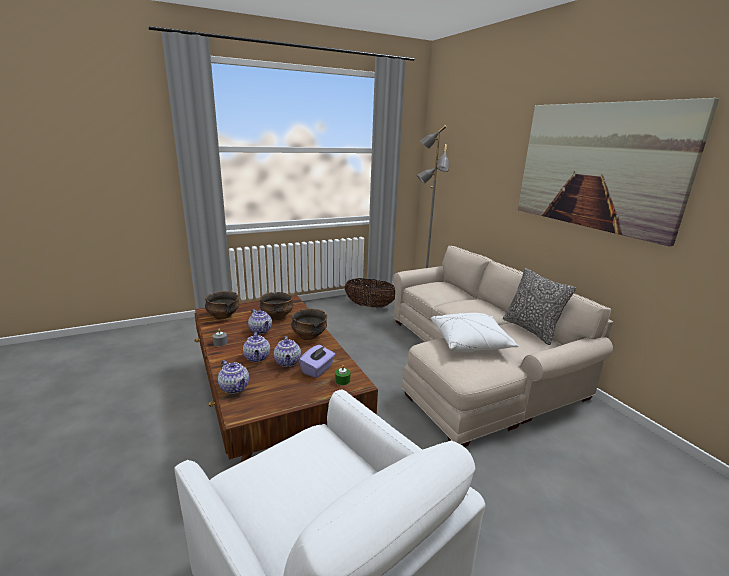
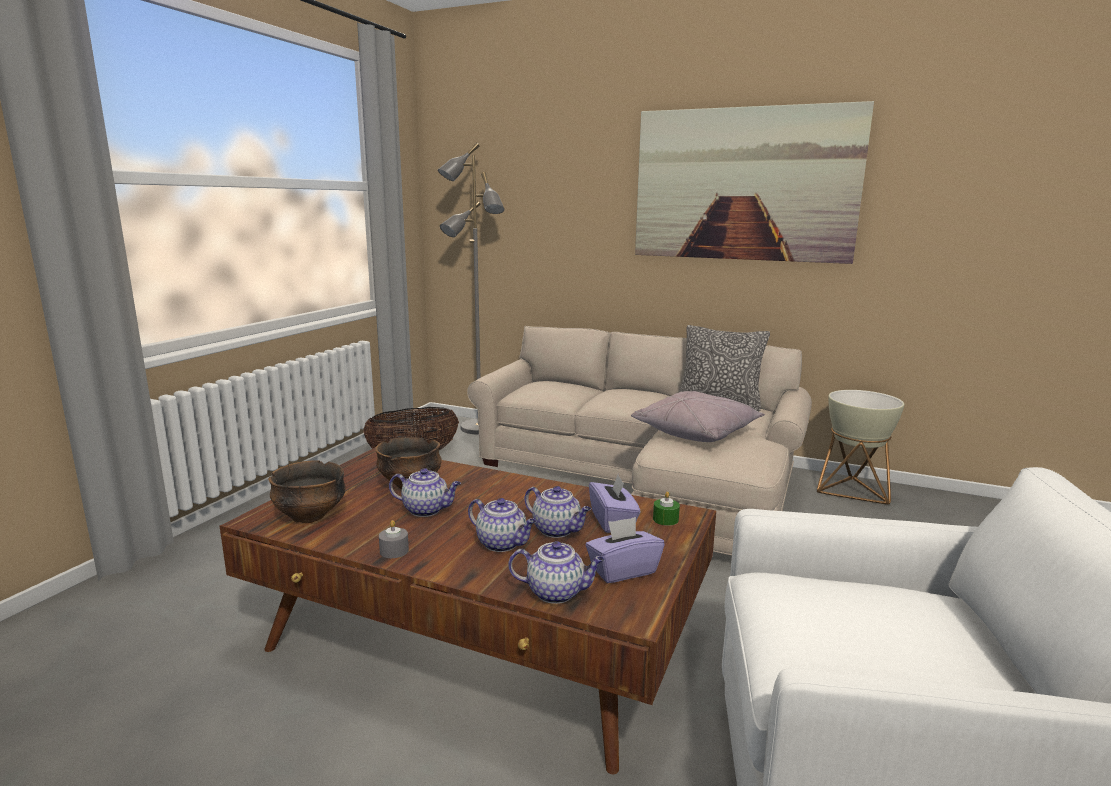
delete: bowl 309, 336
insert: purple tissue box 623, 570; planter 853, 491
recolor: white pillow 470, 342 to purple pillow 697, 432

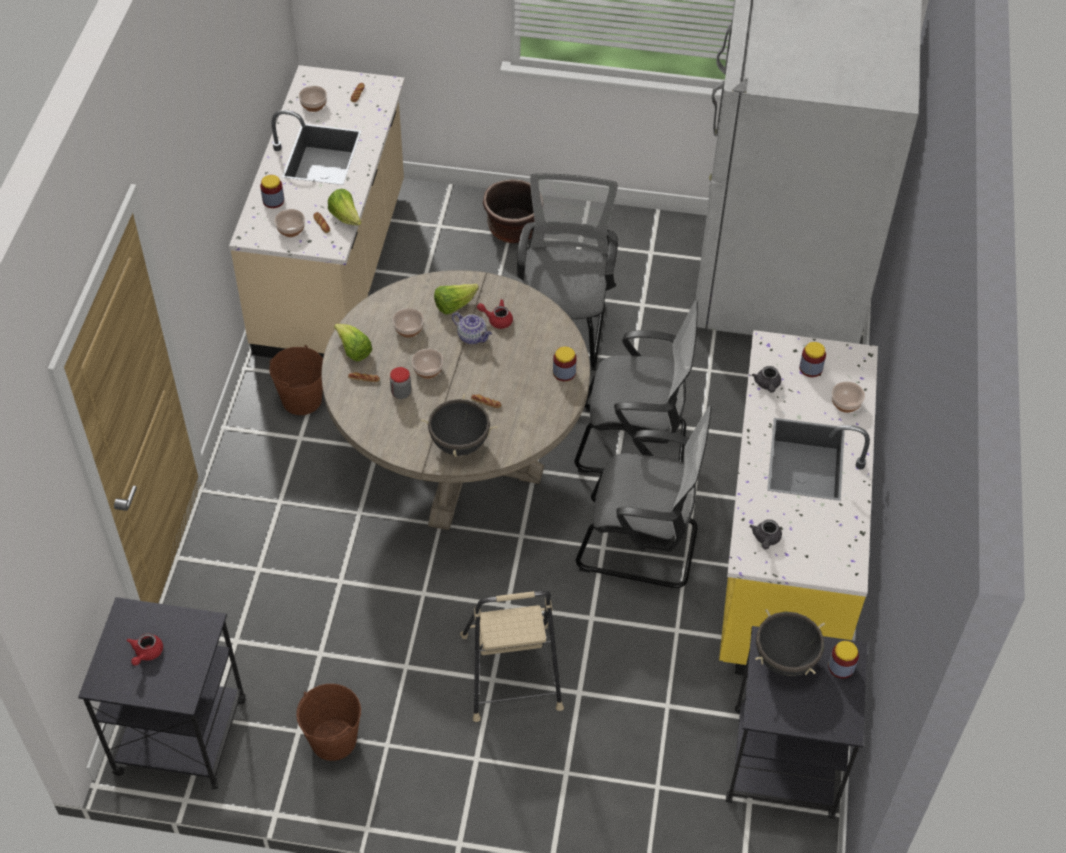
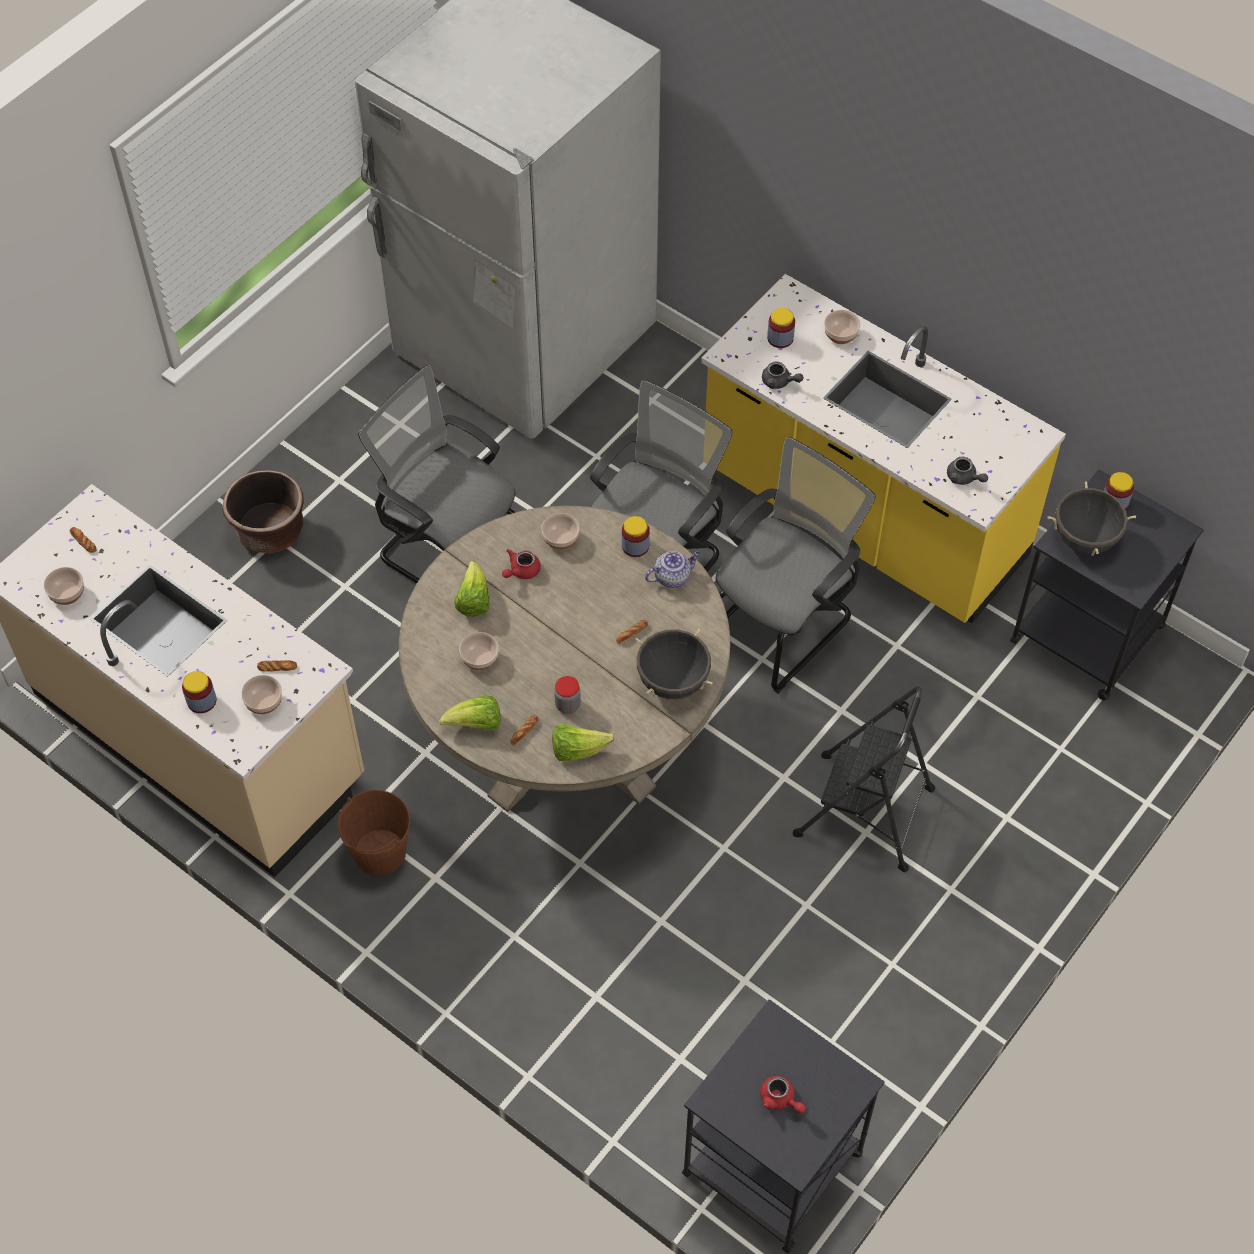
delete: brown bucket 333, 740
move: lettuce 346, 217 to 577, 750; bowl 427, 370 to 561, 539; teapot 473, 337 to 672, 577
recolor: beige step ladder 511, 674 to black step ladder 868, 812

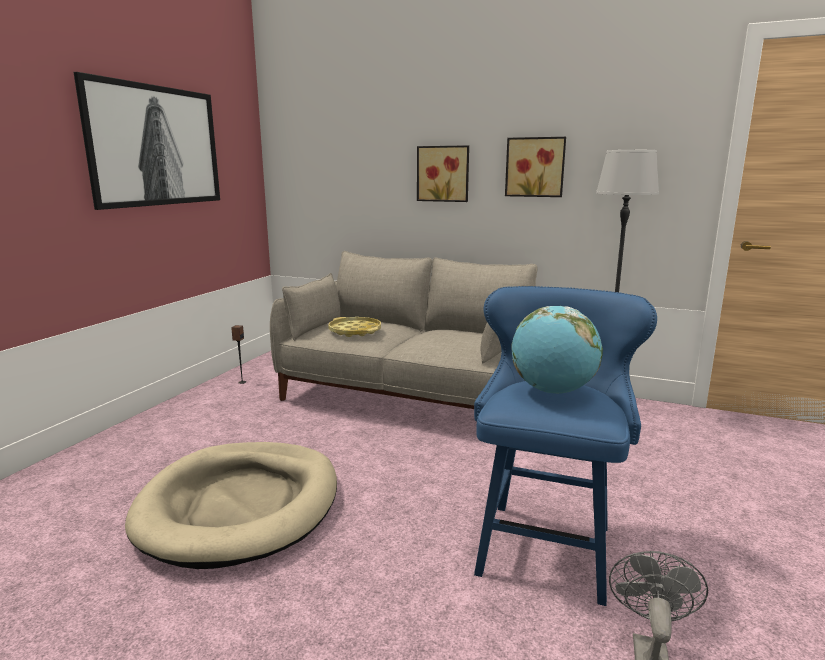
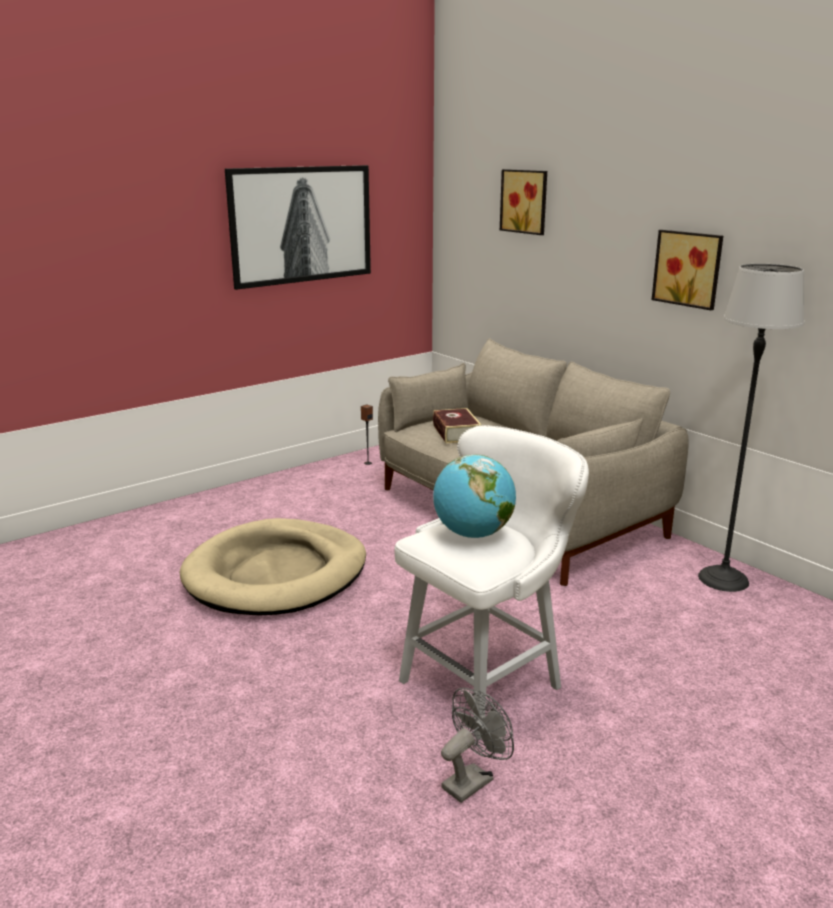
move: picture 443, 174 to 525, 201
replace: yellow tray 355, 331 to book 456, 433
recolor: blue stool 546, 544 to white stool 485, 681

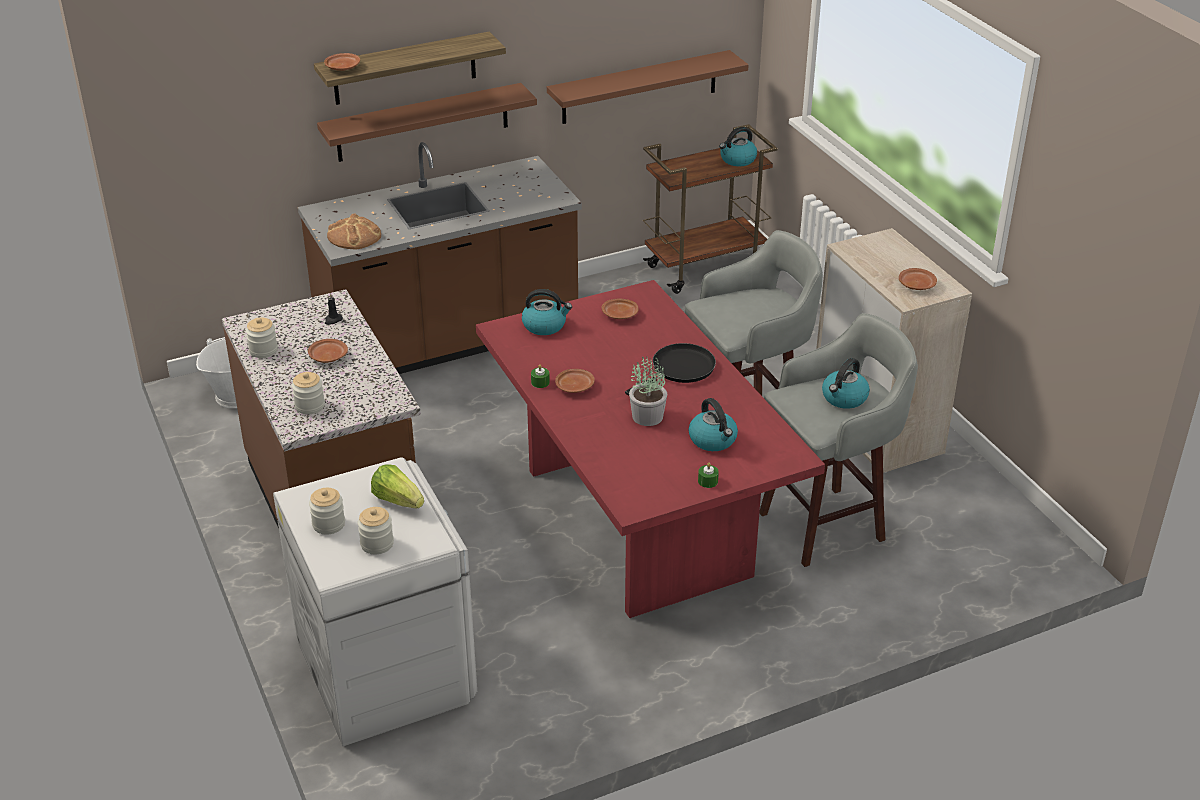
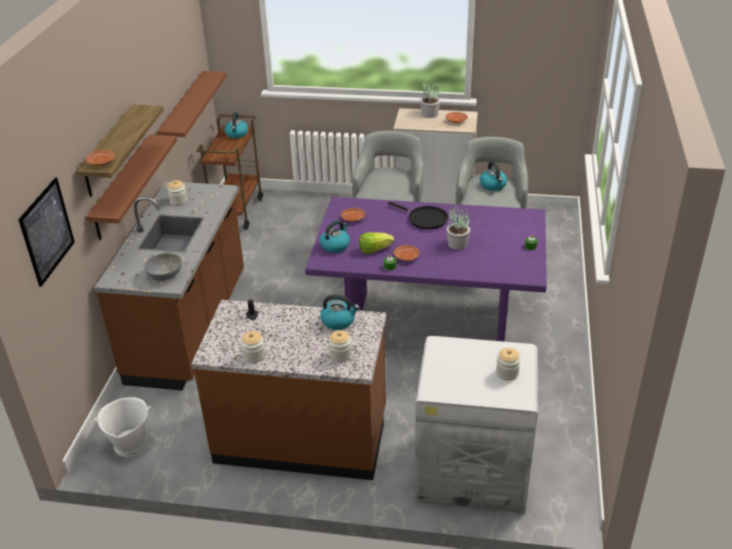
delete: brown plate 327, 356
insert: picture 47, 231; potted plant 429, 114
move: jar 328, 524 to 178, 201; lettuce 398, 500 to 374, 250; kettle 713, 440 to 338, 321
replace: bread 354, 236 to grey bowl 164, 275
recolor: red dining table 635, 521 to purple dining table 427, 323
rotate: black frying pan 679, 369 = 425, 219 135 degrees clockwise

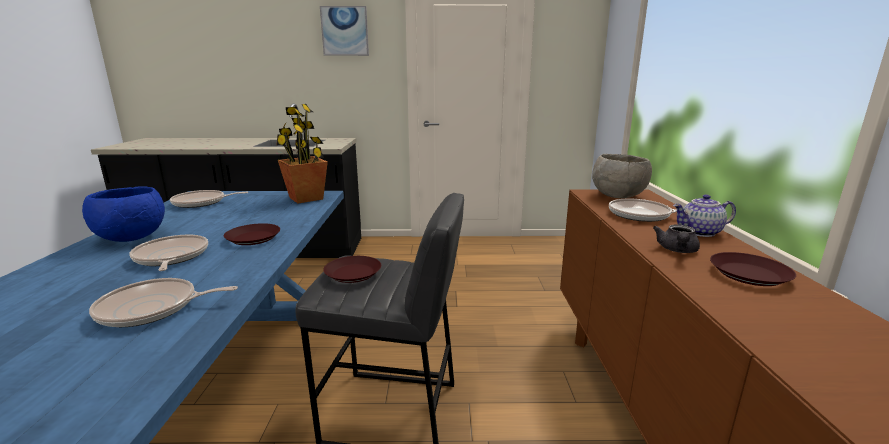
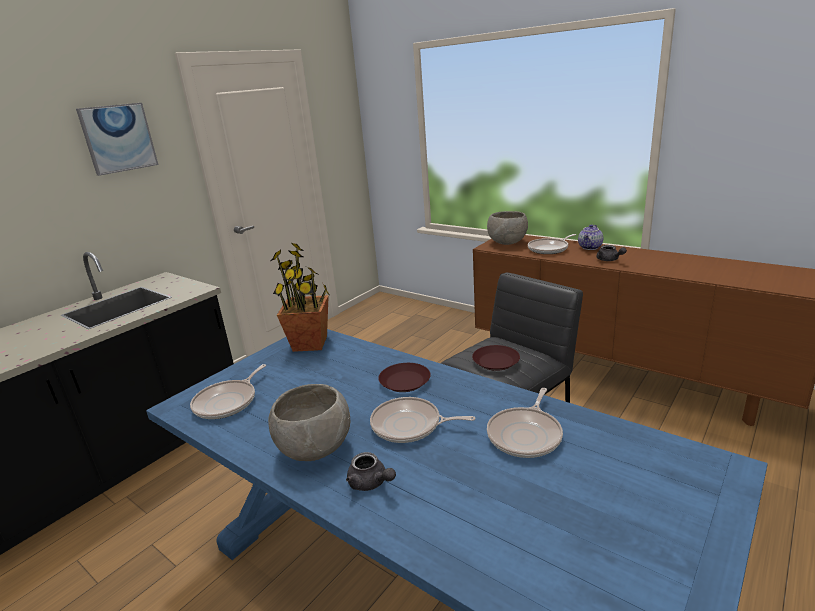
delete: brown plate 748, 274
insert: grey teapot 371, 483
recolor: blue bowl 133, 238 to grey bowl 315, 448

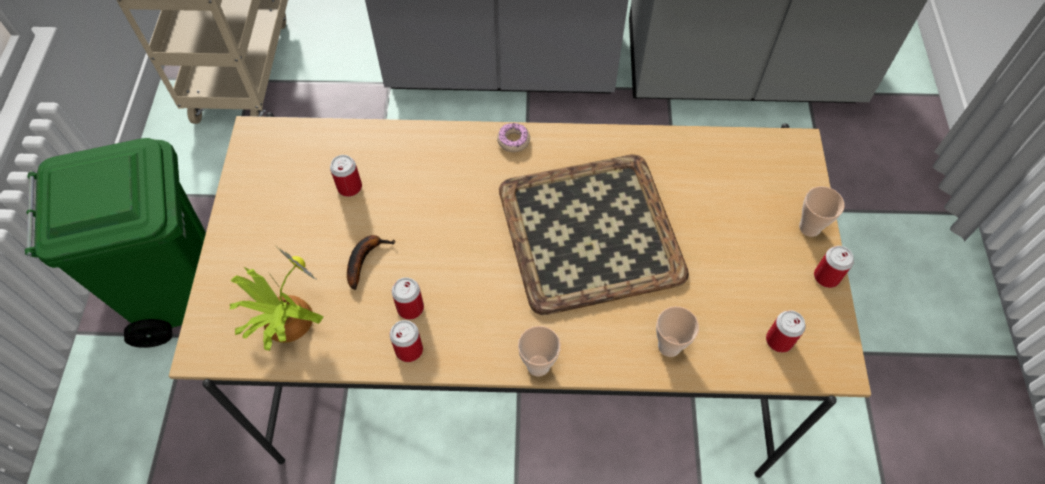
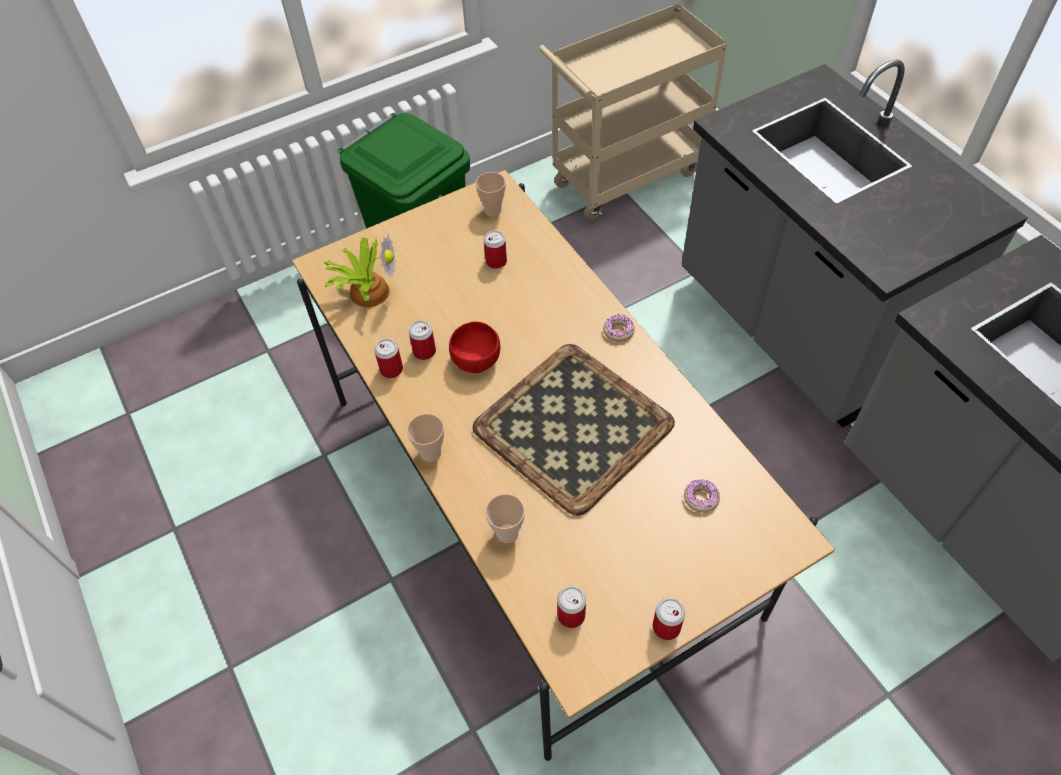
delete: banana 365, 259
insert: red bowl 476, 359; donut 701, 498
move: cup 809, 227 to 492, 210

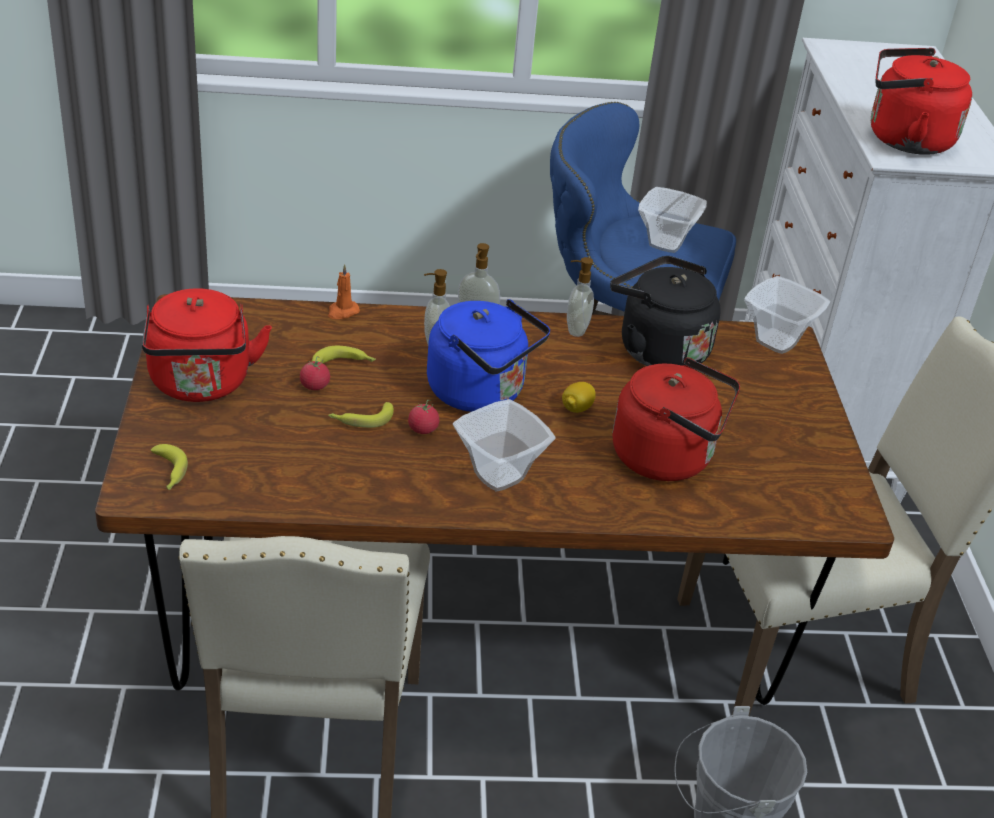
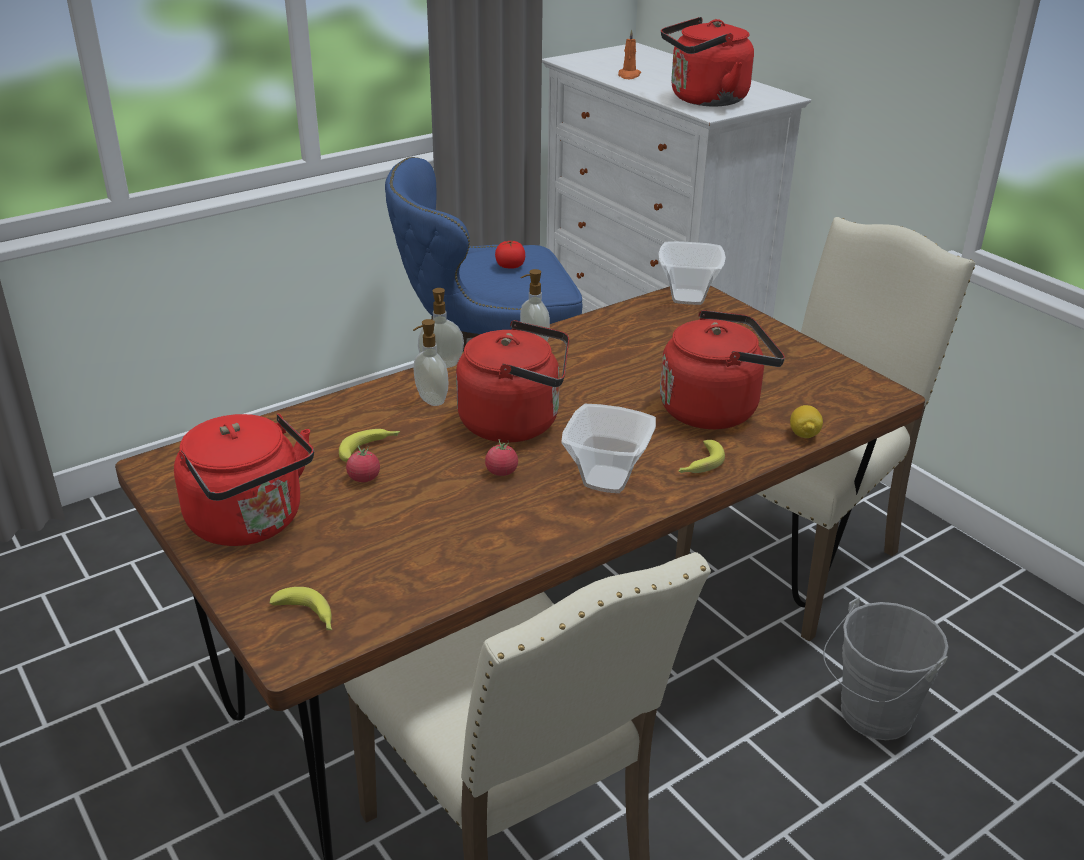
delete: black kettle 658, 349
move: orange candle 342, 312 to 629, 76; banana 361, 419 to 699, 464; lemon 577, 408 to 804, 434
replace: bowl 664, 243 to tomato 510, 266
recolor: blue kettle 481, 393 to red kettle 516, 422

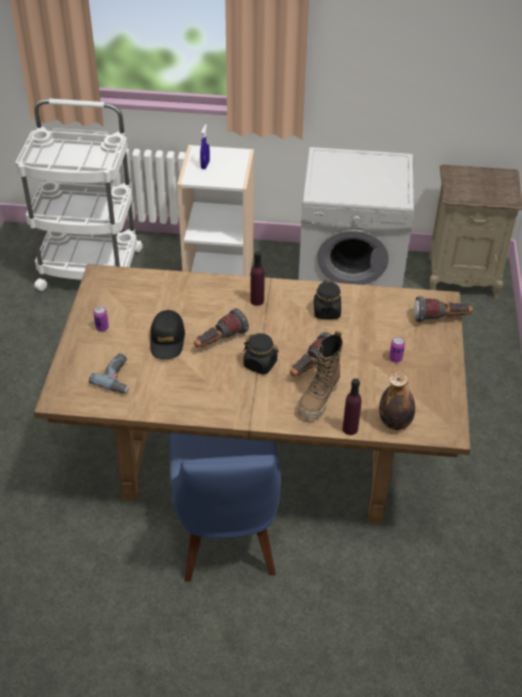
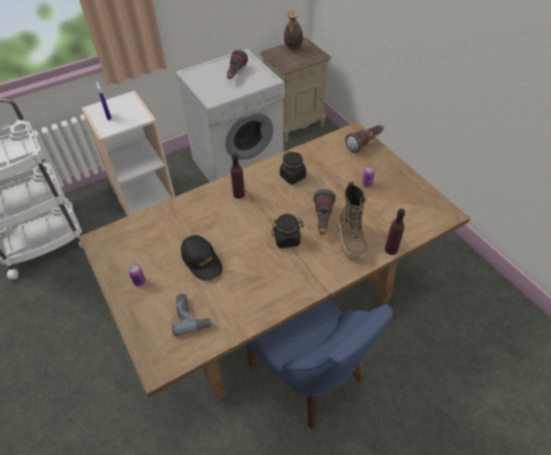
move: flashlight 219, 341 to 235, 74; bottle 395, 422 to 293, 48

